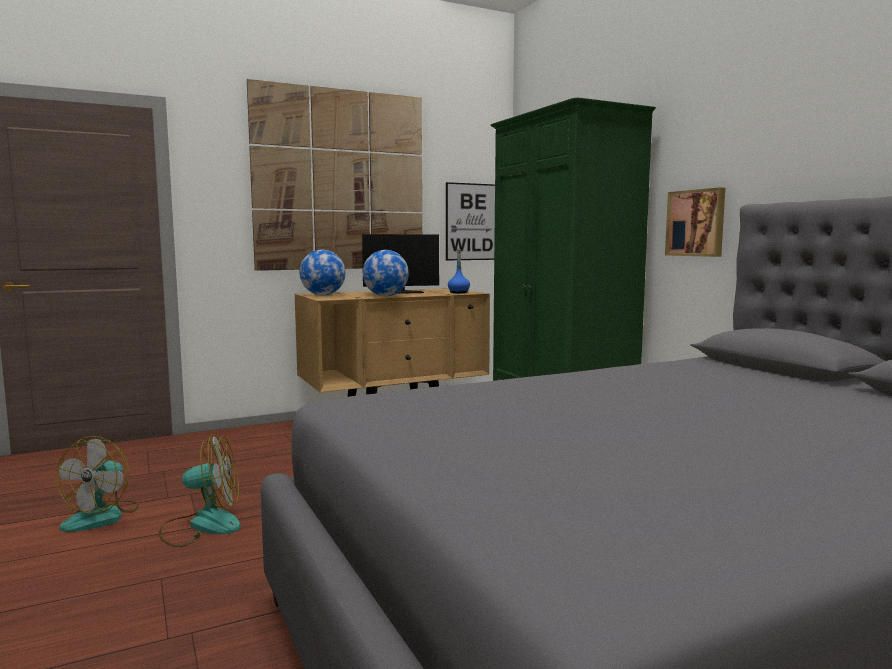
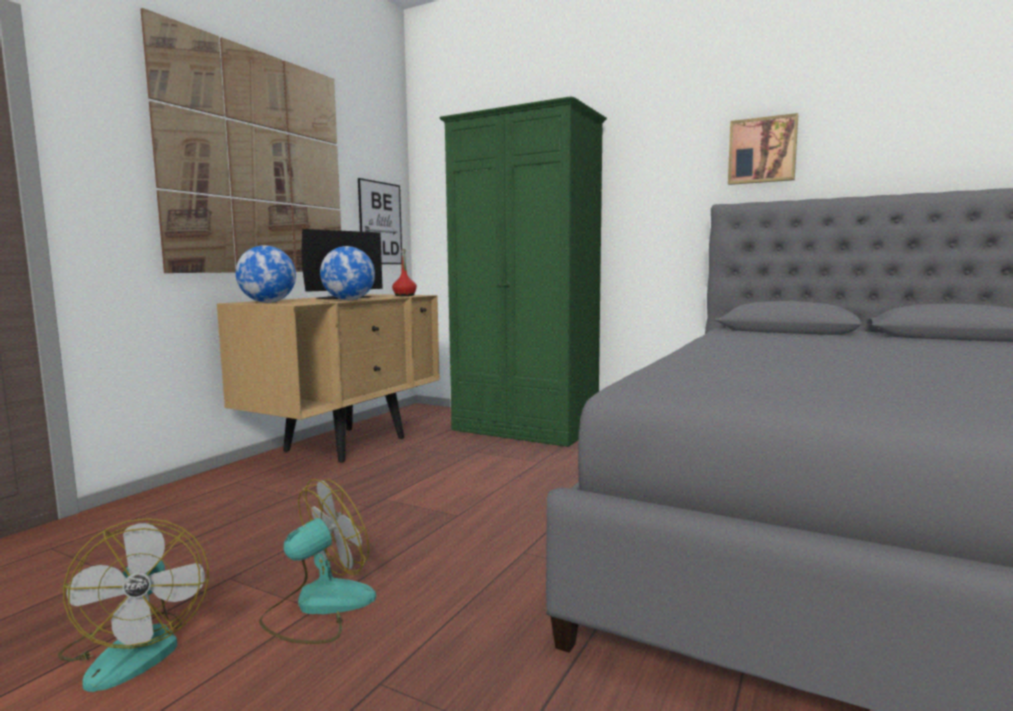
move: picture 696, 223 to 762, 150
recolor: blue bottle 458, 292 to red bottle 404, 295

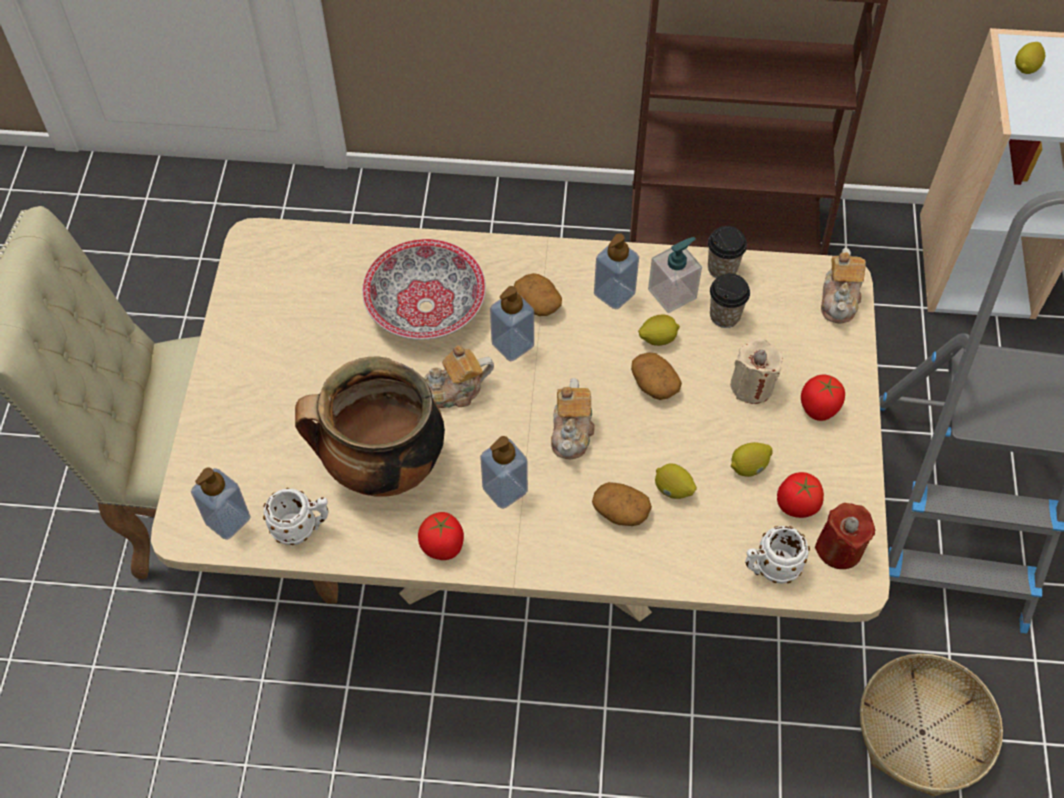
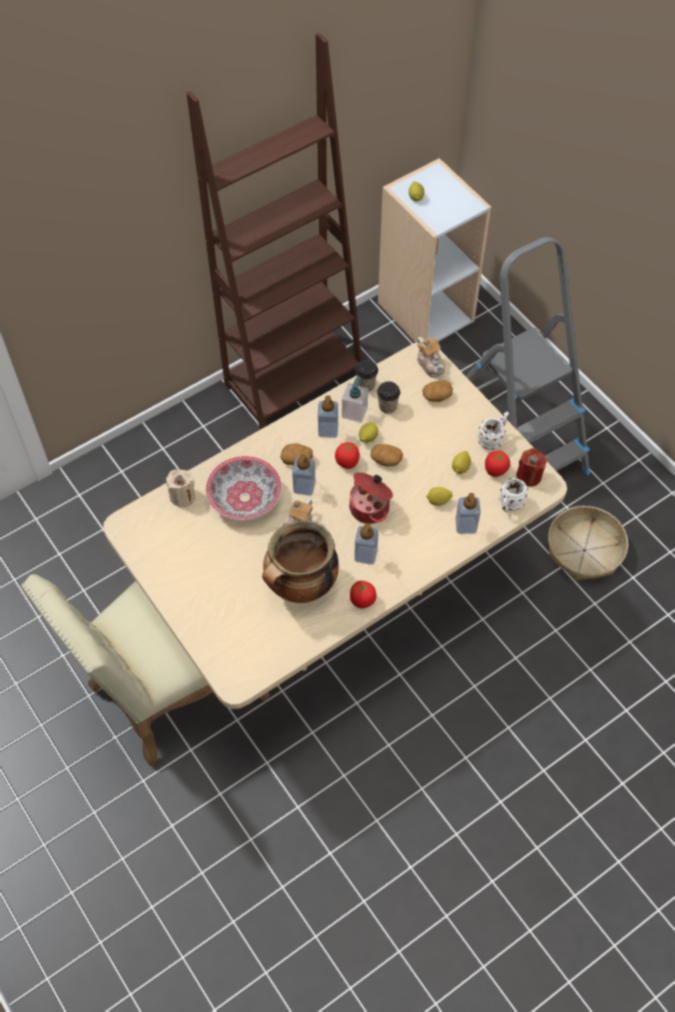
move: soap dispenser 227, 520 to 466, 525; white mug 302, 528 to 492, 439; potato 620, 511 to 436, 396; beige candle 752, 386 to 182, 496; tomato 818, 408 to 347, 462
replace: teapot 572, 432 to cooking pot 370, 507

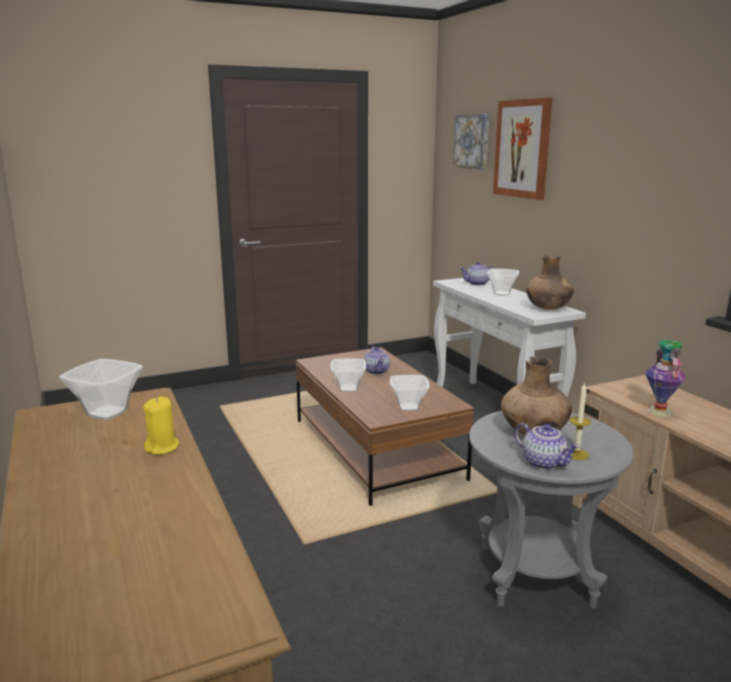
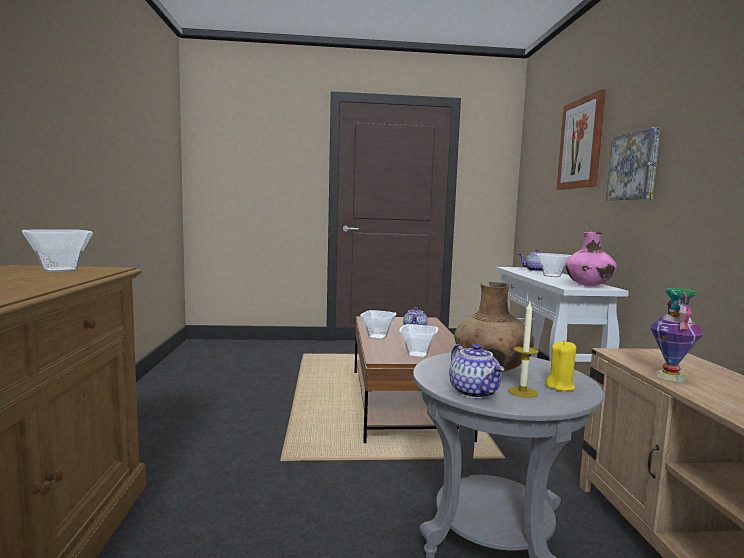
move: yellow candle 162, 447 to 560, 386; picture 472, 141 to 634, 166
recolor: brown vase 548, 309 to pink vase 588, 285

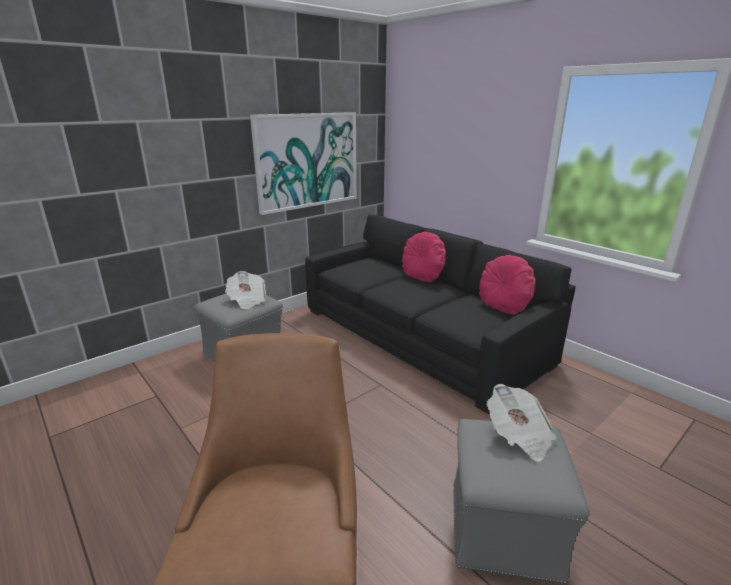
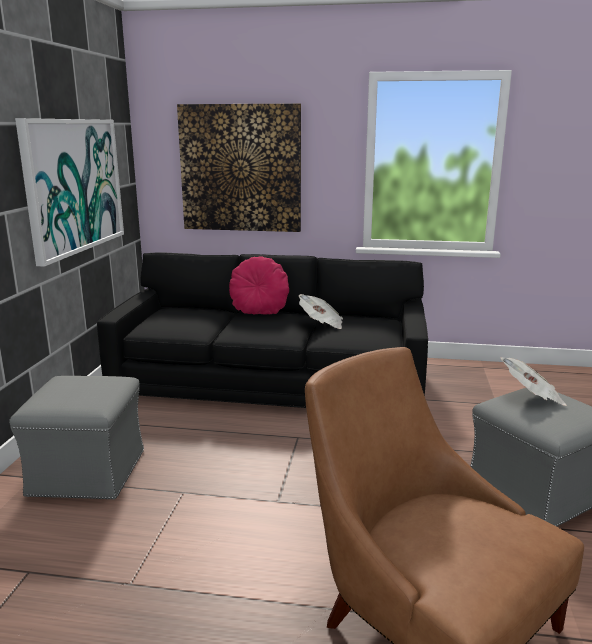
delete: pink pillow 503, 308
insert: picture 240, 168
move: newspaper 247, 300 to 321, 323

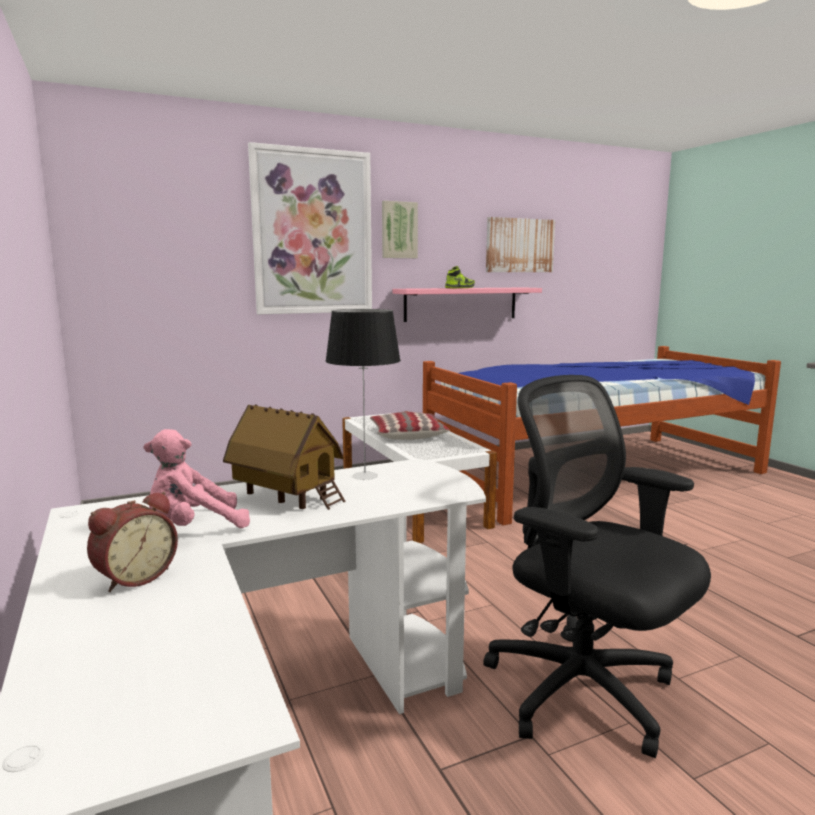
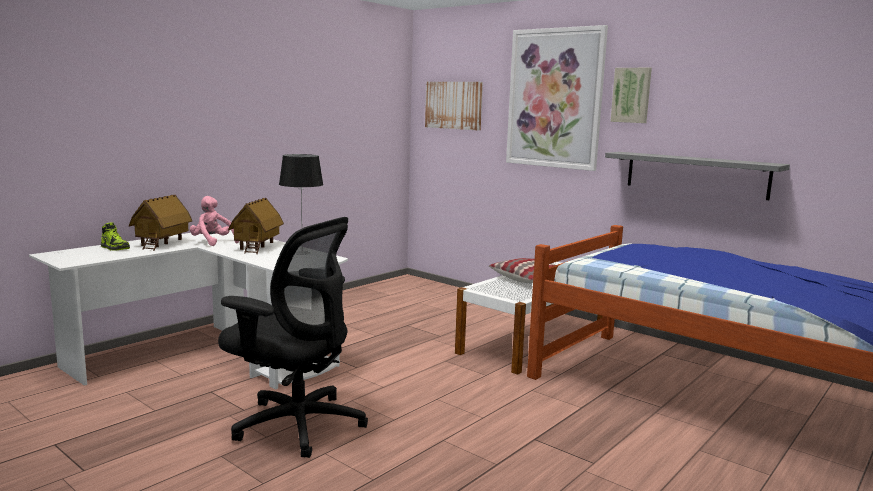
move: shoe 460, 288 to 115, 248; picture 519, 245 to 454, 105
replace: alarm clock 134, 577 to toy house 162, 243
recolor: pink shelf 461, 304 to grey shelf 696, 174
rotate: black office chair 592, 694 = 291, 424 90 degrees clockwise

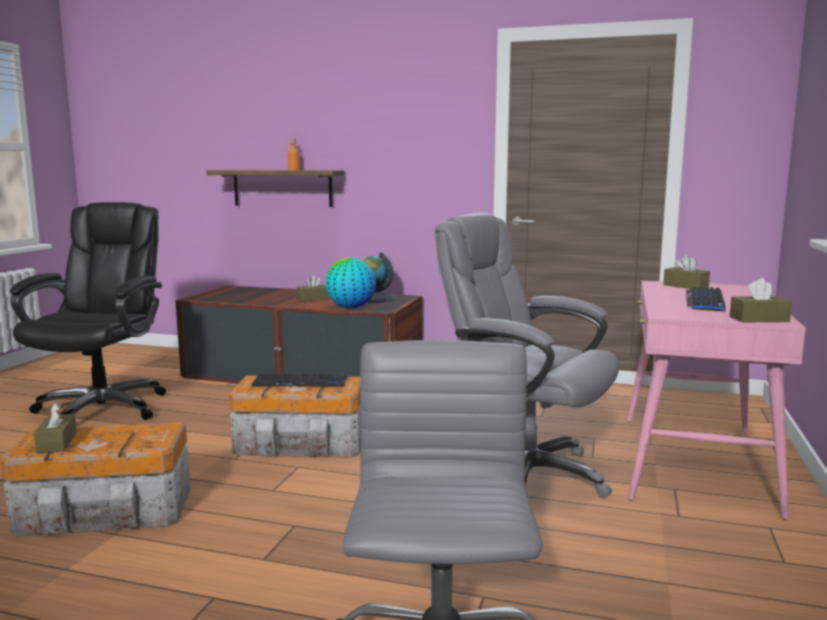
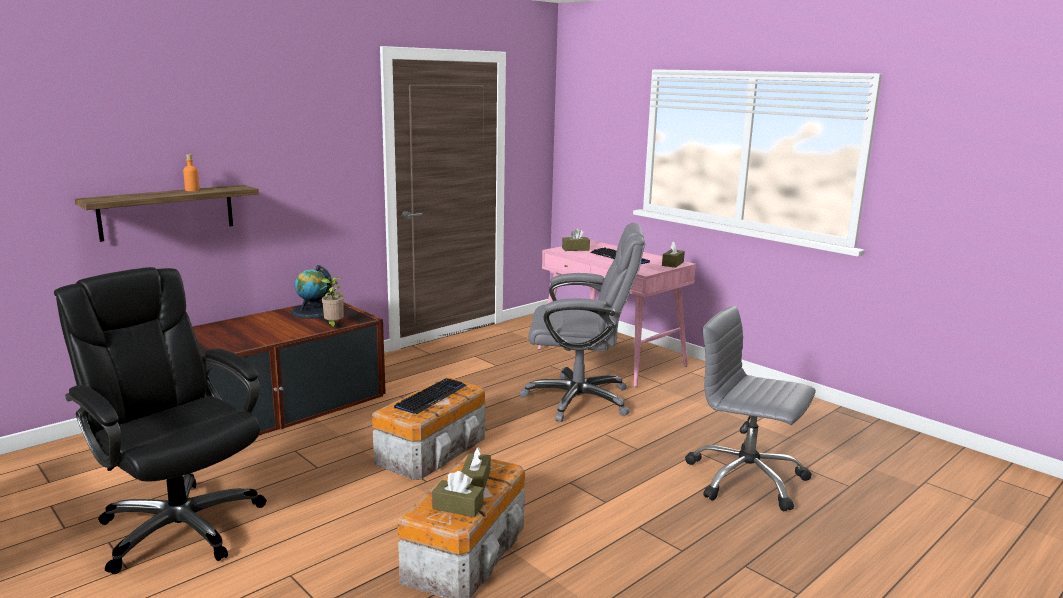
move: brown tissue box 312, 299 to 475, 481
replace: globe 350, 308 to potted plant 333, 325
rotate: grey office chair 525, 475 = 578, 399 150 degrees counterclockwise

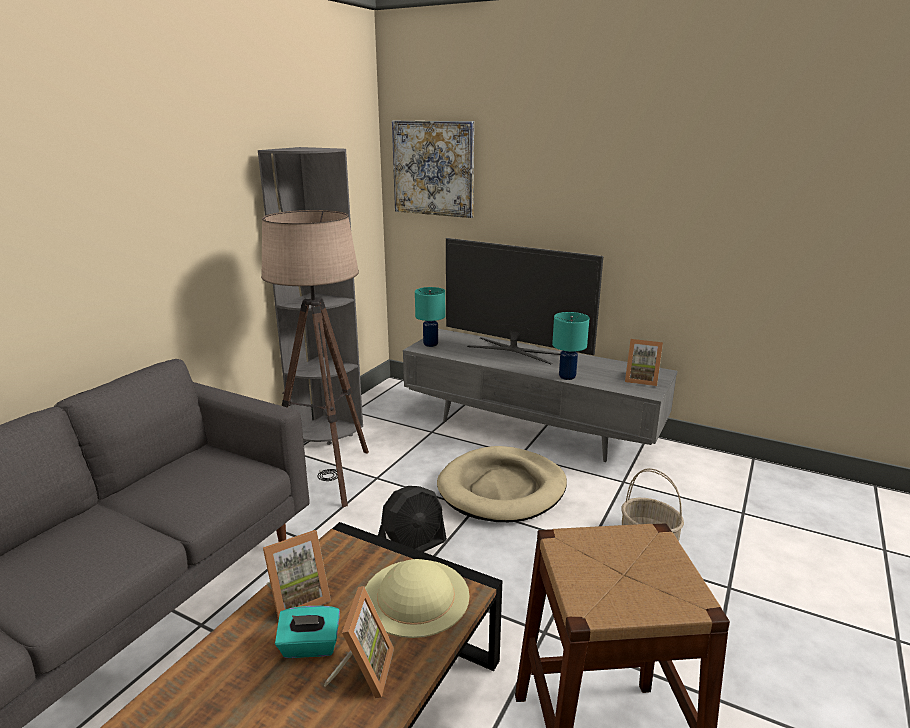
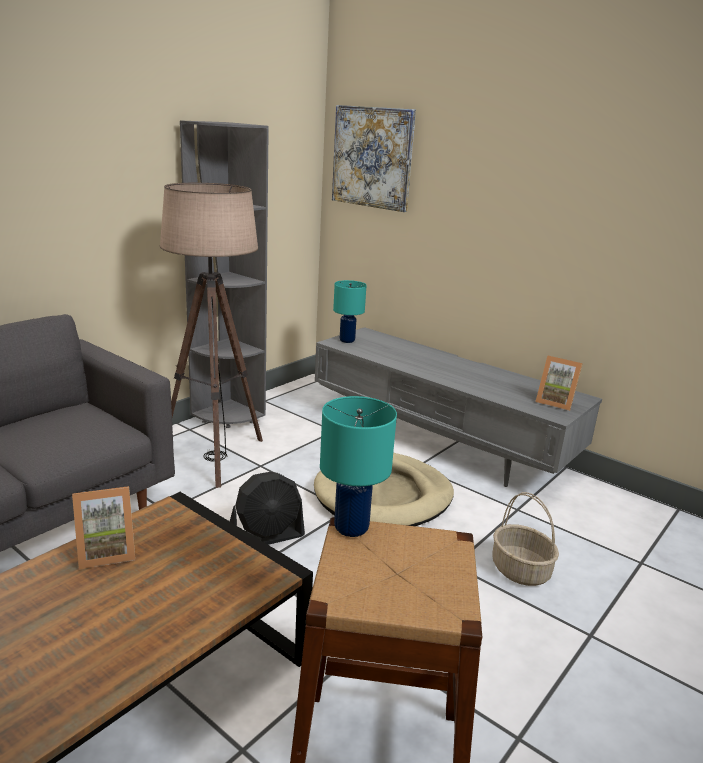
delete: turquoise tissue box 310, 647; picture frame 363, 671; beige hat 415, 596; television 515, 350
move: turquoise table lamp 566, 376 to 350, 527

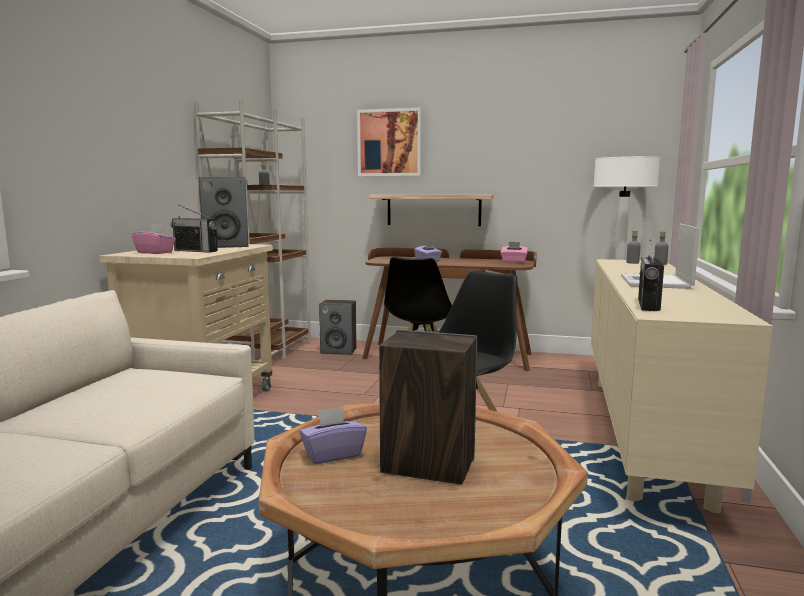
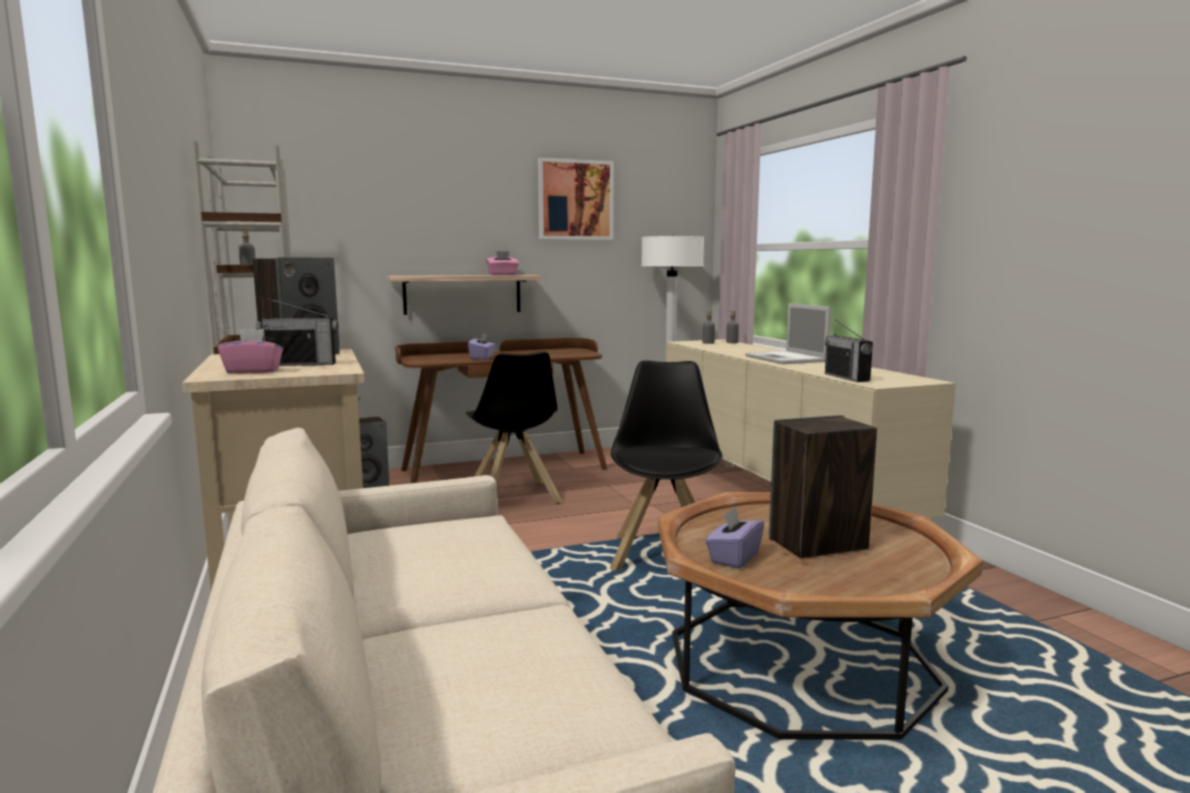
move: picture 389, 143 to 575, 200; pink tissue box 513, 261 to 503, 275

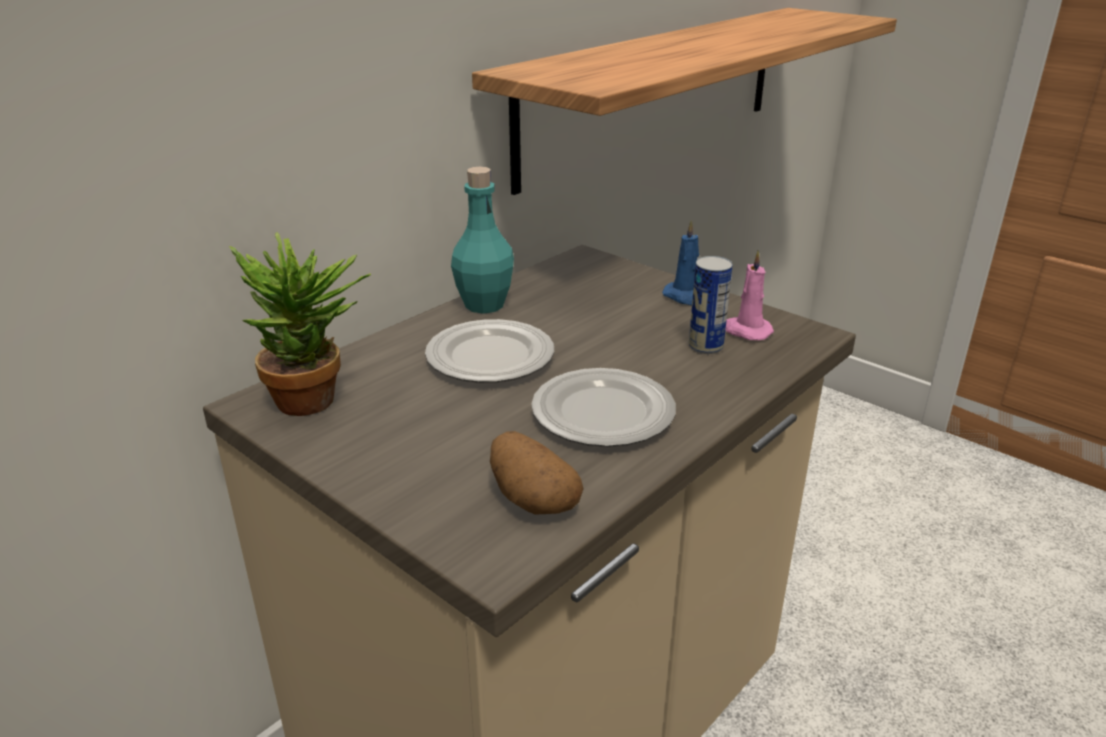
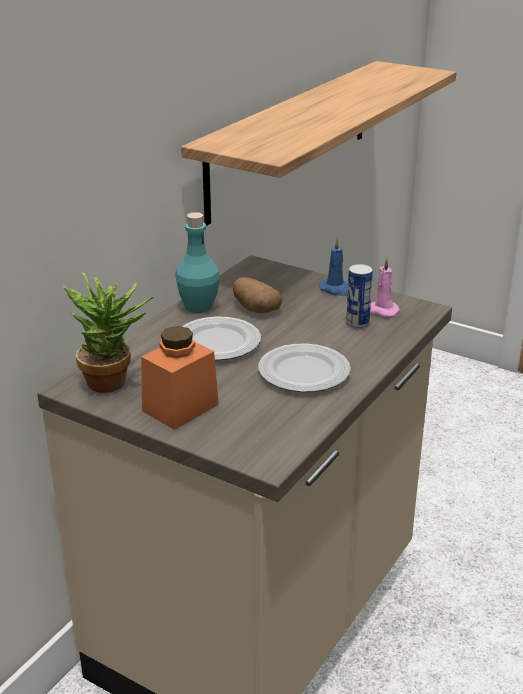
insert: orange jar 180, 407
move: potato 530, 498 to 255, 309

